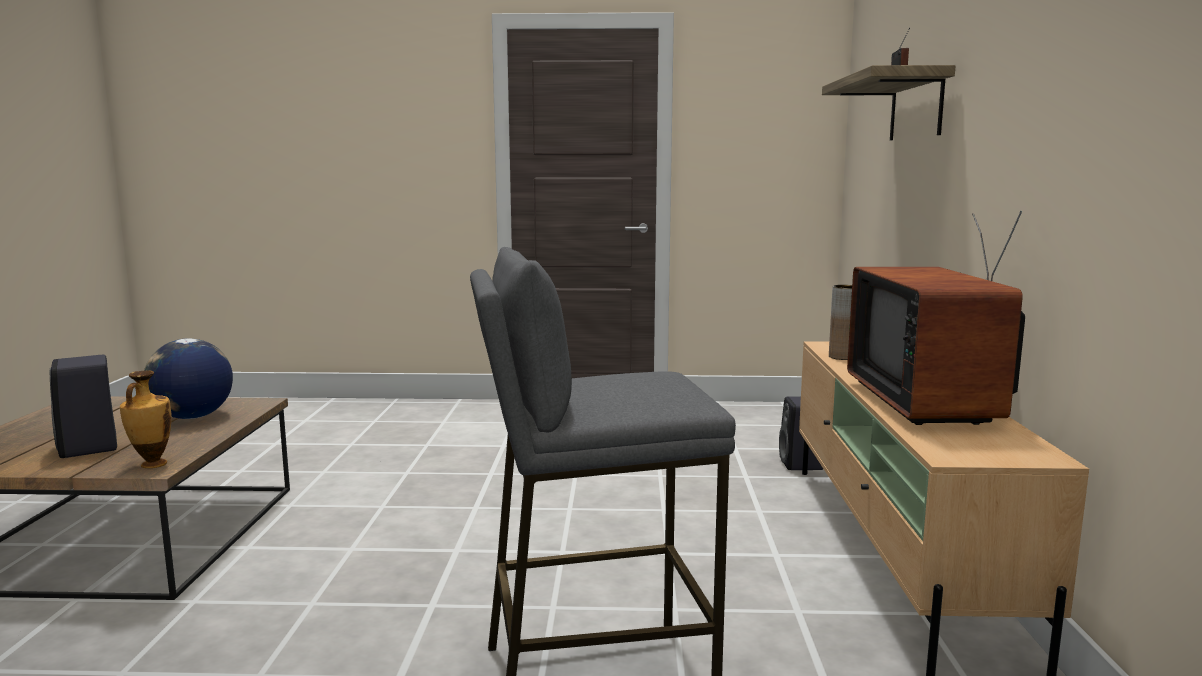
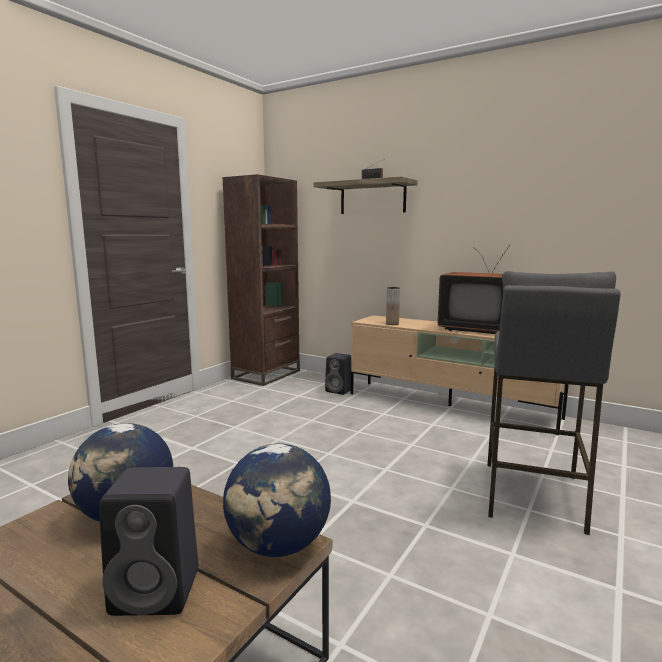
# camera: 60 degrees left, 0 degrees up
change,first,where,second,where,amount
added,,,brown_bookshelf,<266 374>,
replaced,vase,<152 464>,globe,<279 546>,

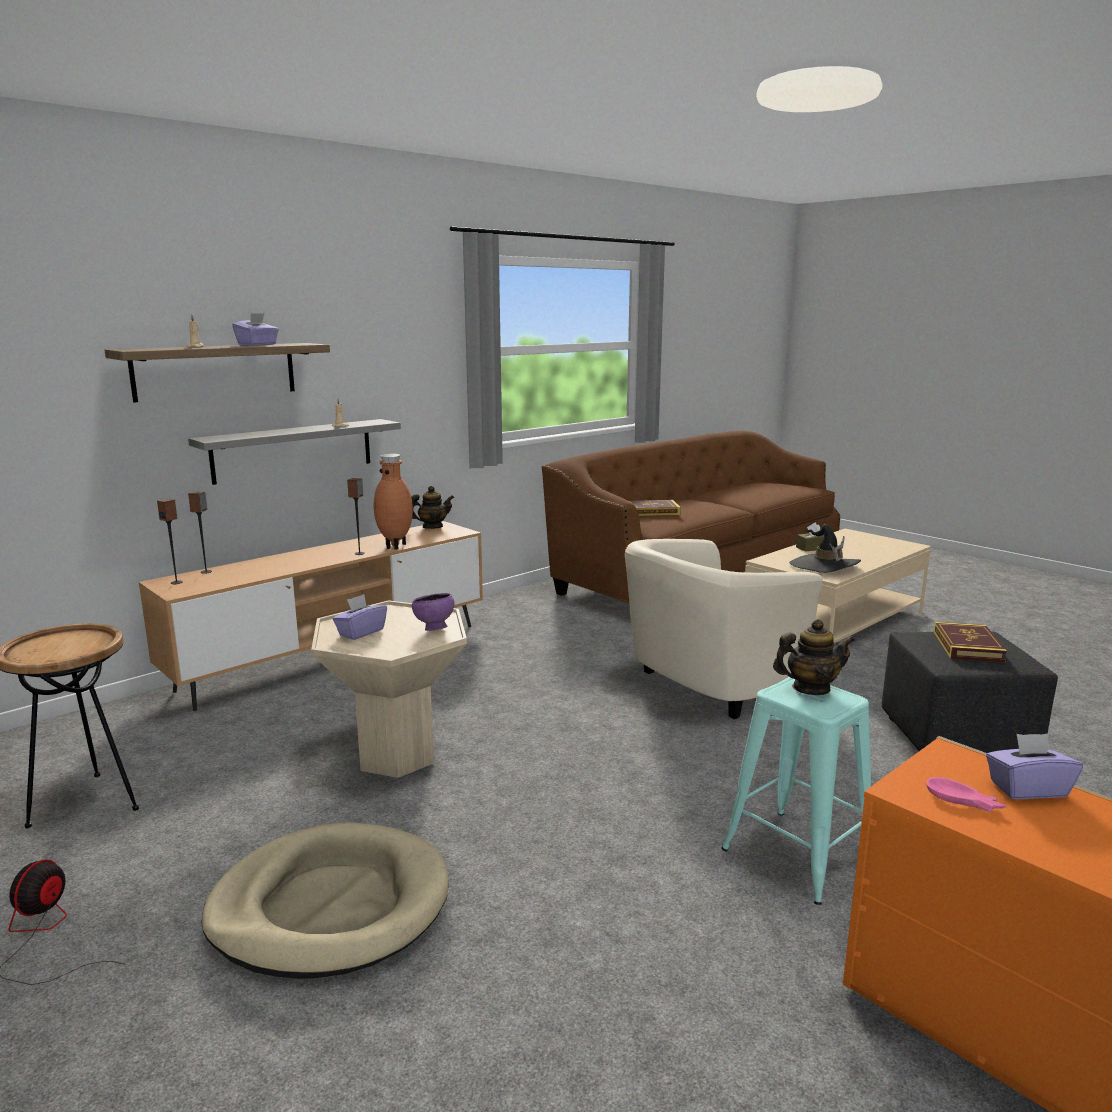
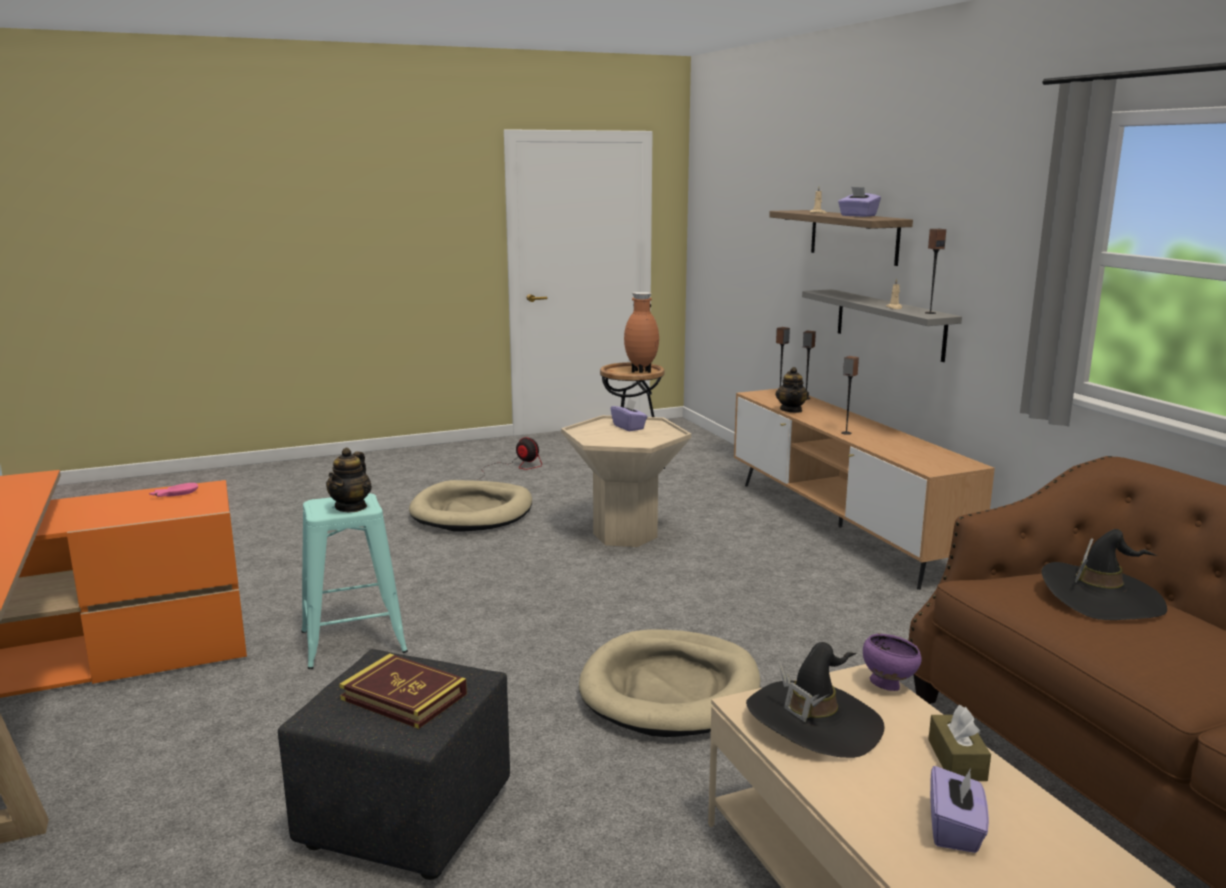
# camera: 110 degrees right, 0 degrees up
change,first,where,second,where,amount
added,,,speaker,<930 313>,
moved,brown_vase,<396 546>,,<641 372>,
moved,teapot,<432 527>,,<791 410>,
moved,purple_serving_bowl,<433 629>,,<887 685>,
moved,purple_box_of_tissues,<1027 789>,,<955 830>,
replaced,beige_easy_chair,<706 687>,beige_pet_bed,<670 689>,
replaced,book,<653 511>,black_hat,<1101 597>,

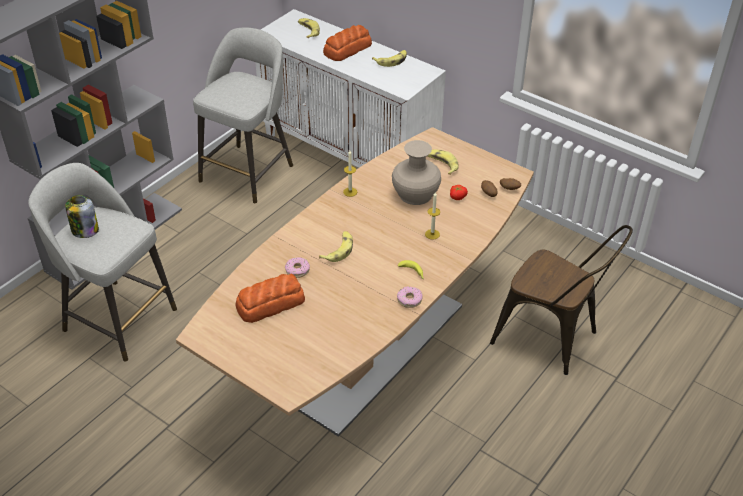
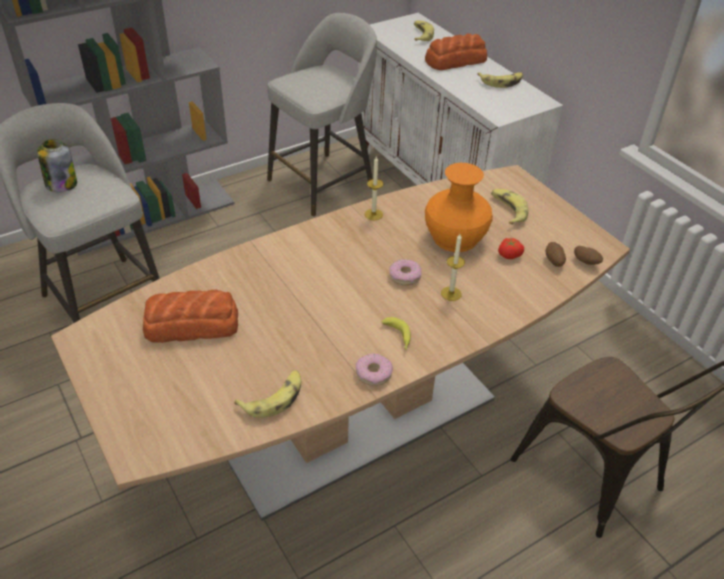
# camera: 20 degrees right, 0 degrees up
change,first,where,second,where,amount
moved,doughnut,<297 270>,,<405 276>,
moved,banana_fruit,<338 250>,,<274 398>,
recoloured,beige_vase,<415 194>,orange_vase,<455 237>,

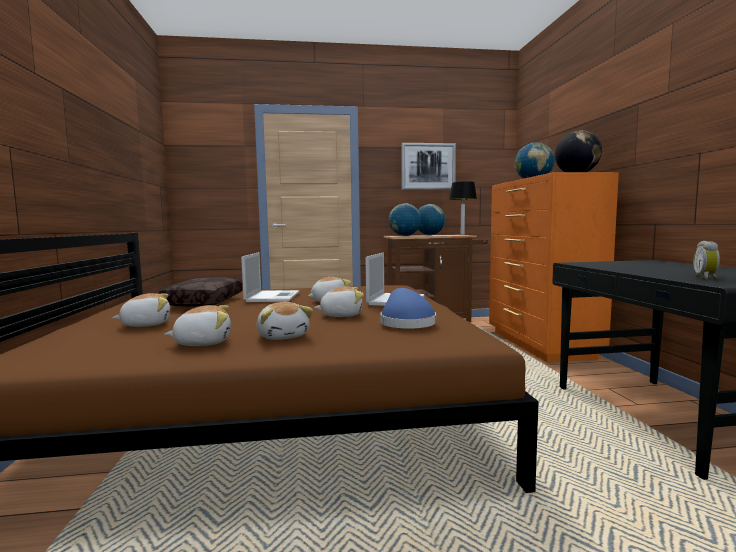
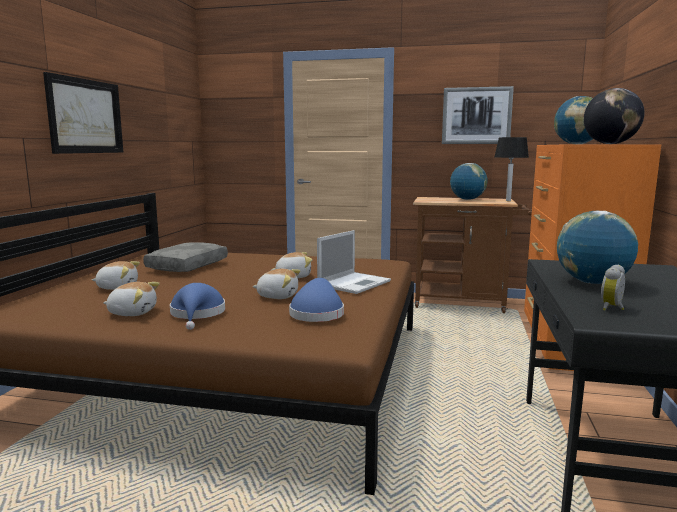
# camera: 20 degrees right, 5 degrees up
change,first,where,second,where,amount
removed,laptop,<273 297>,,,
added,,,wall_picture,<85 116>,
moved,globe,<404 236>,,<592 283>,
replaced,plush_toy,<283 336>,blue-coloured_hat,<197 314>,
recoloured,brown_pillow,<203 301>,grey_pillow,<187 266>,

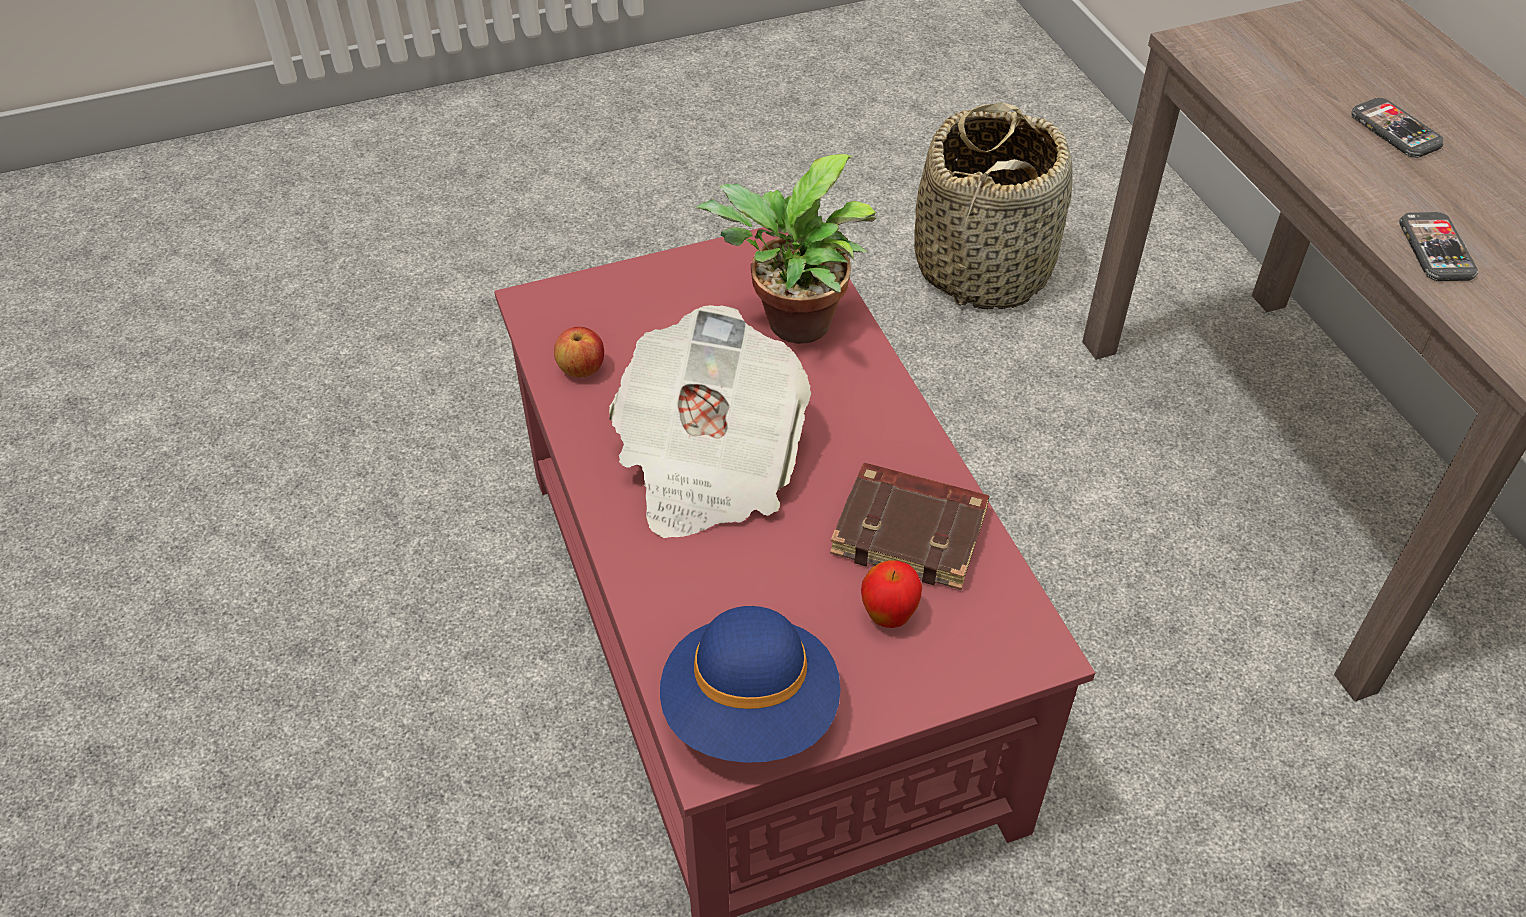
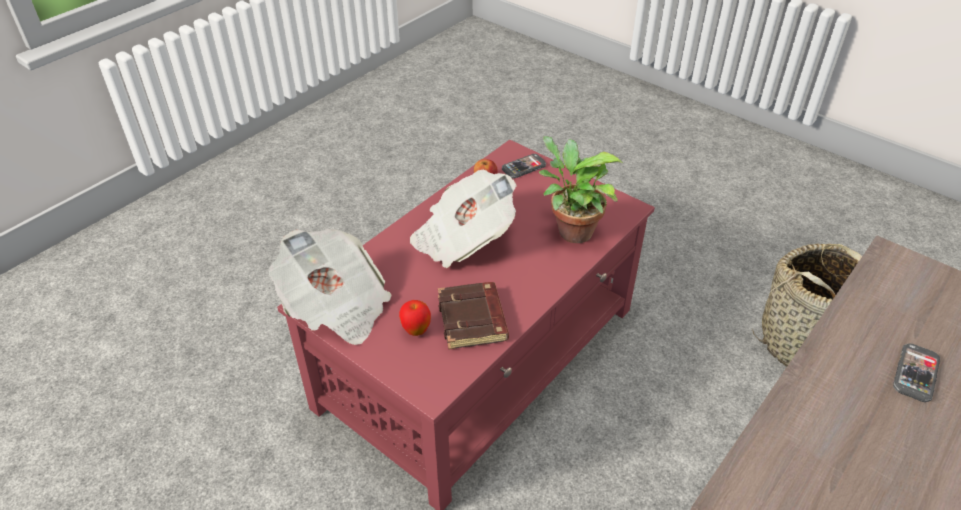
# camera: 60 degrees right, 5 degrees down
change,first,where,second,where,amount
moved,telephone,<1436 249>,,<523 167>,
replaced,blue-coloured_hat,<751 711>,daily_paper,<336 306>,

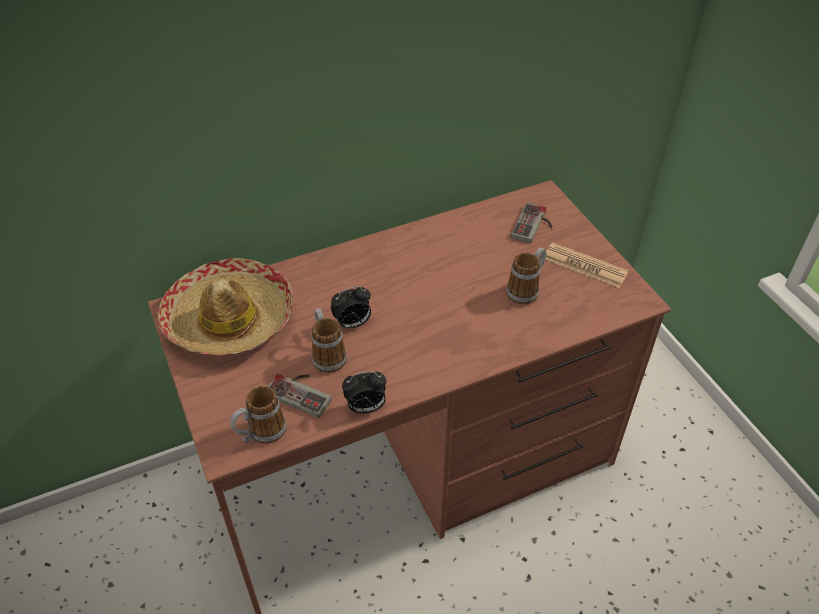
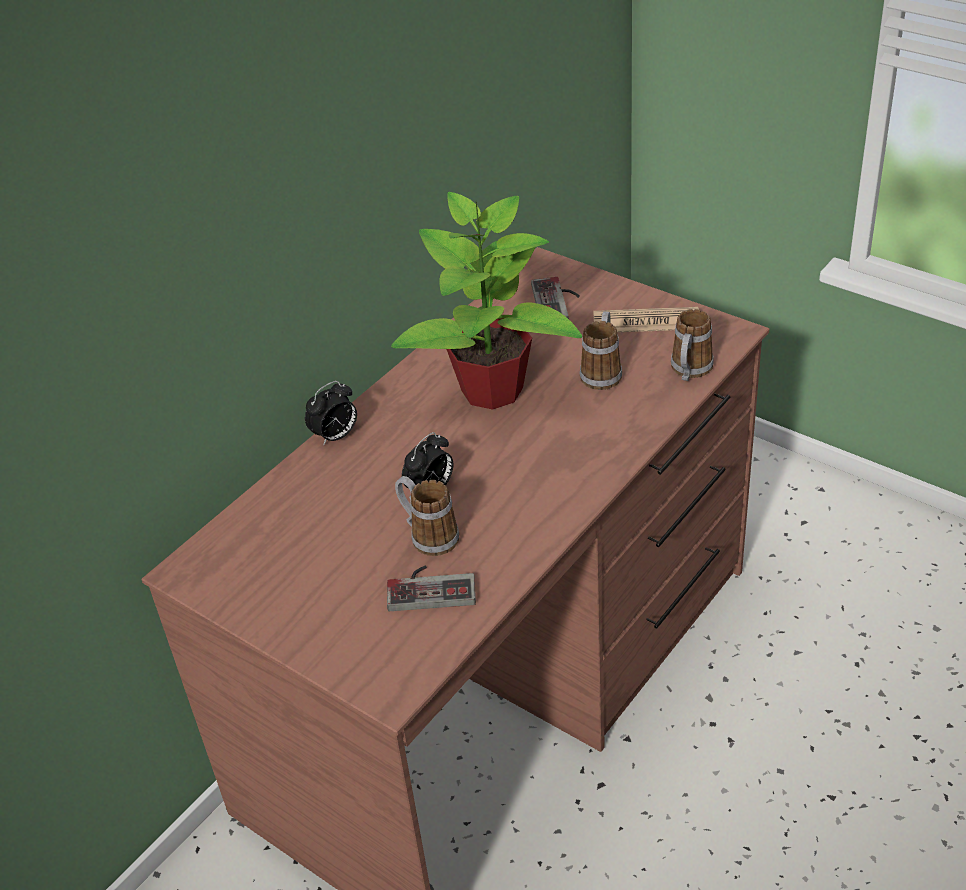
# camera: 25 degrees left, 5 degrees down
change,first,where,second,where,amount
removed,hat,<230 319>,,,
added,,,houseplant,<492 391>,
moved,coffee_mug,<261 433>,,<689 371>,
moved,bedside_clock,<365 408>,,<335 436>,

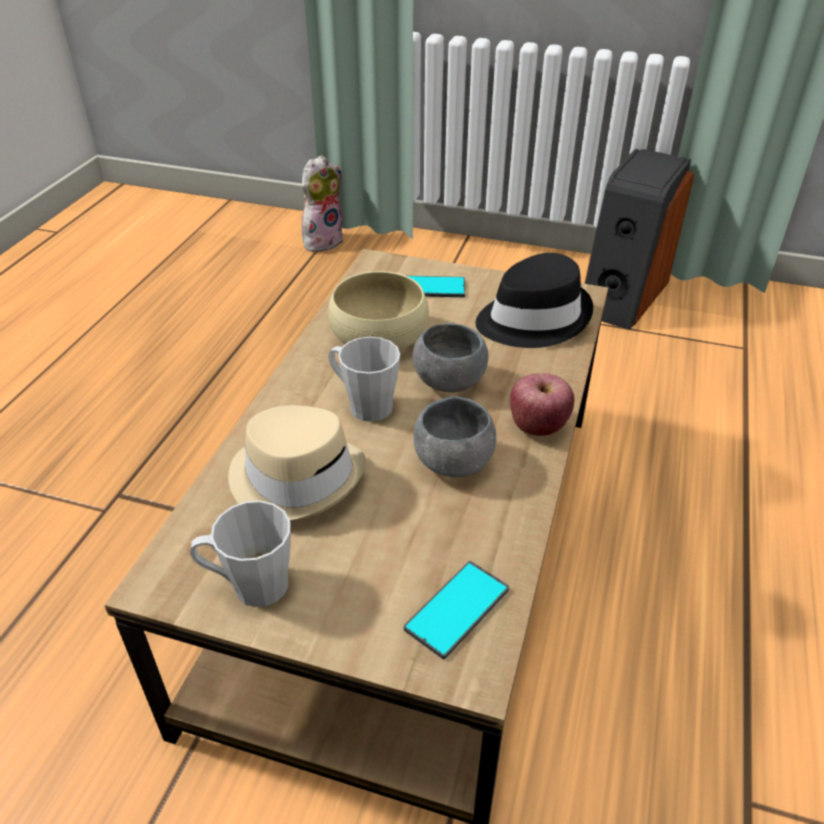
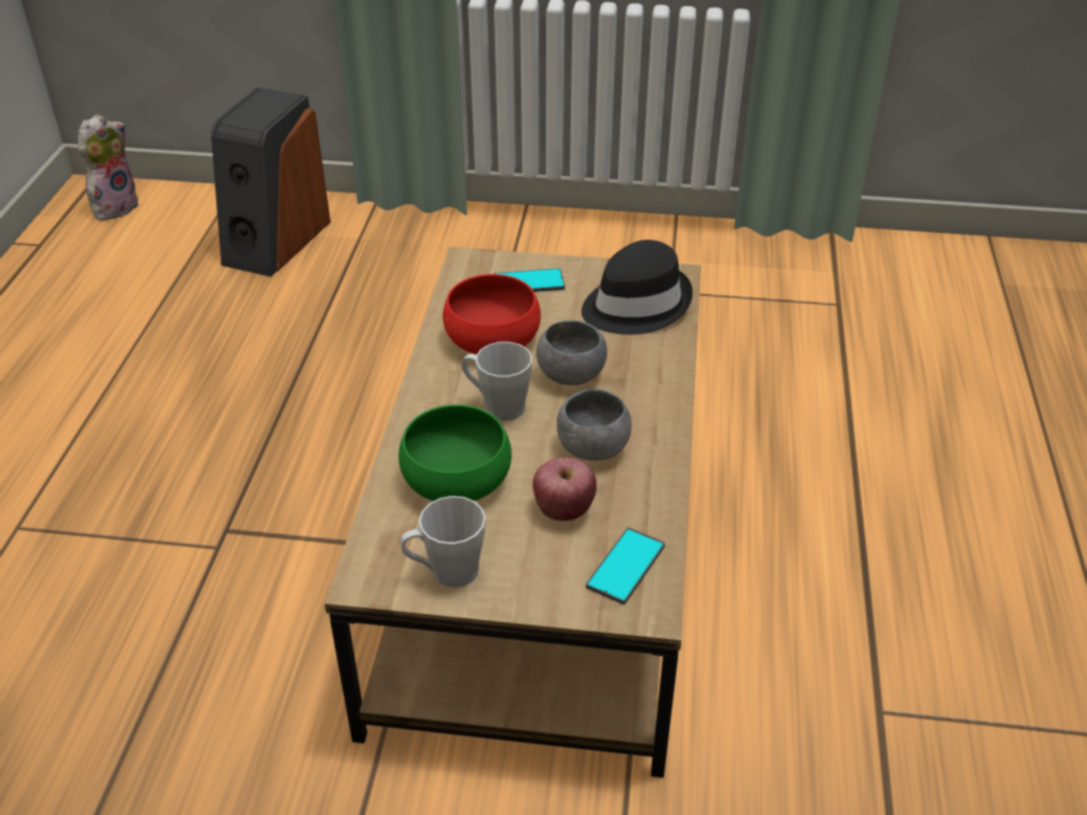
# camera: 10 degrees left, 0 degrees up
change,first,where,second,where,amount
moved,plush_toy,<323 241>,,<115 206>,
moved,apple,<538 426>,,<564 510>,
moved,speaker,<622 296>,,<275 241>,
replaced,beige_hat,<297 477>,greenish_serving_bowl,<456 478>,
recoloured,beige_serving_bowl,<379 336>,reddish_serving_bowl,<492 338>,

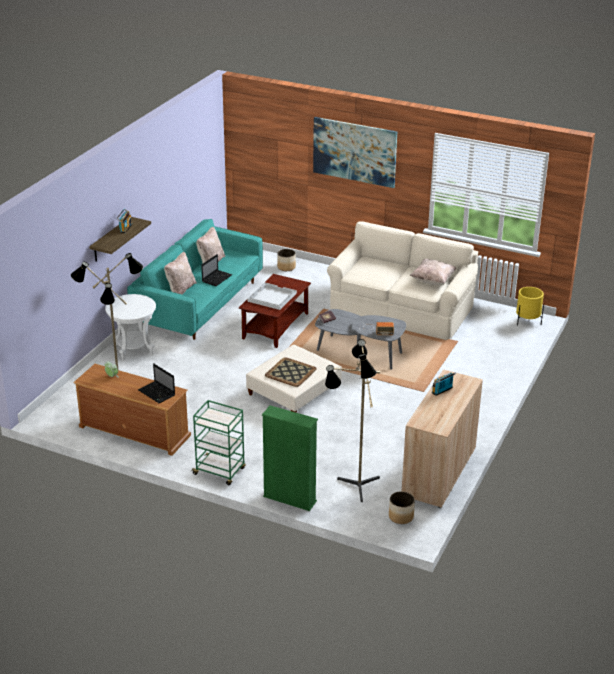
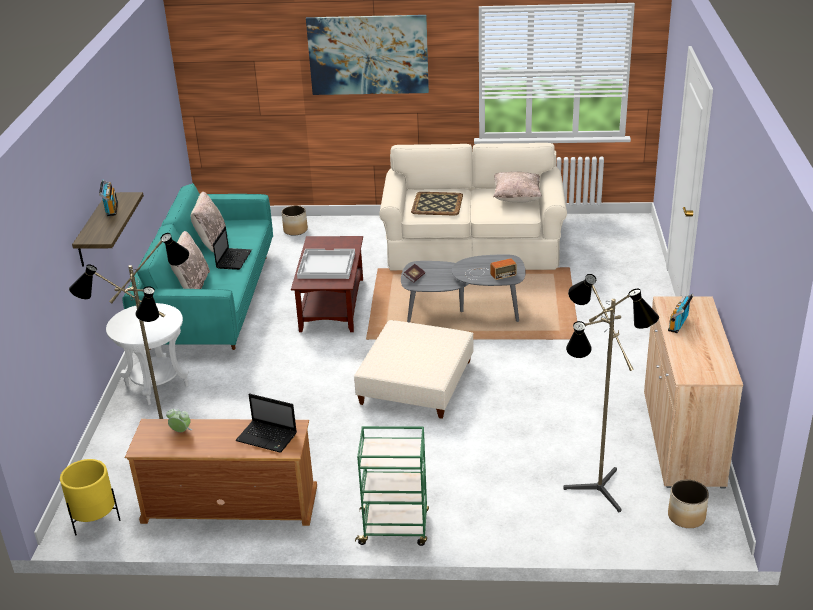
# camera: 20 degrees left, 0 degrees up
change,first,where,second,where,amount
removed,greenish_bookshelf,<289 499>,,,
moved,tray,<290 372>,,<436 204>,
moved,yellowish_plant_pot,<527 321>,,<95 519>,

